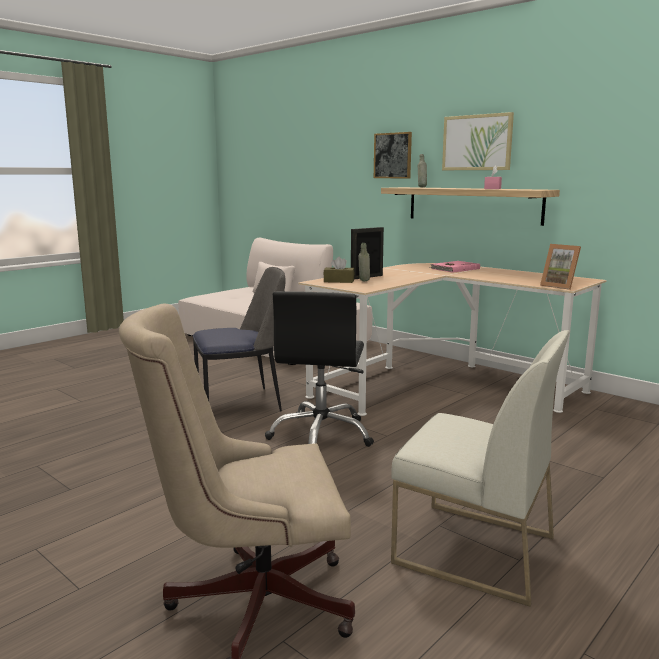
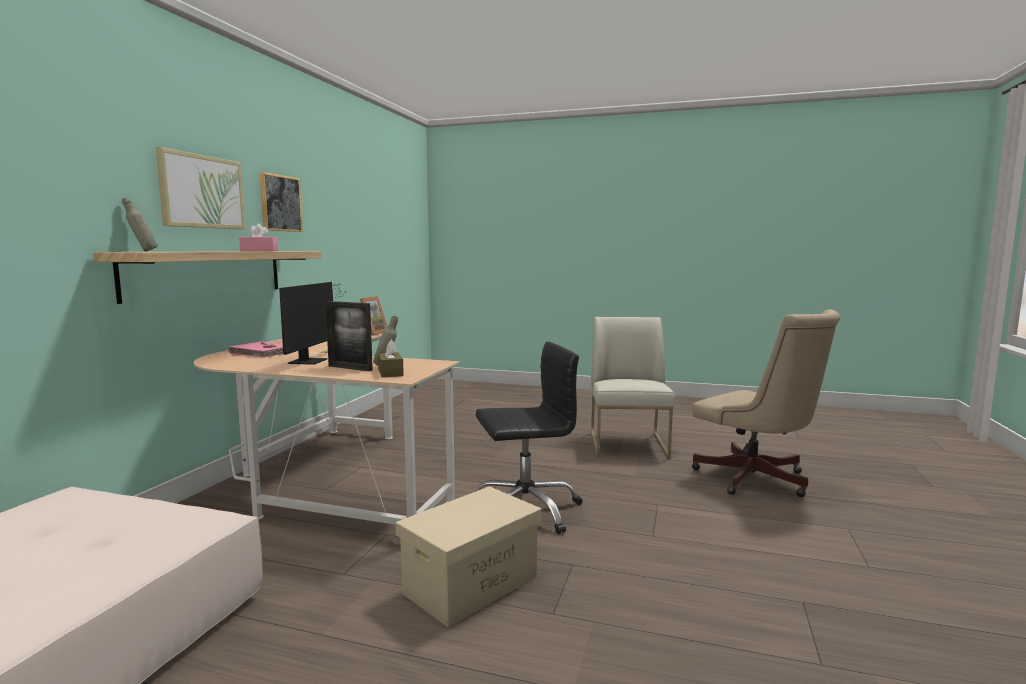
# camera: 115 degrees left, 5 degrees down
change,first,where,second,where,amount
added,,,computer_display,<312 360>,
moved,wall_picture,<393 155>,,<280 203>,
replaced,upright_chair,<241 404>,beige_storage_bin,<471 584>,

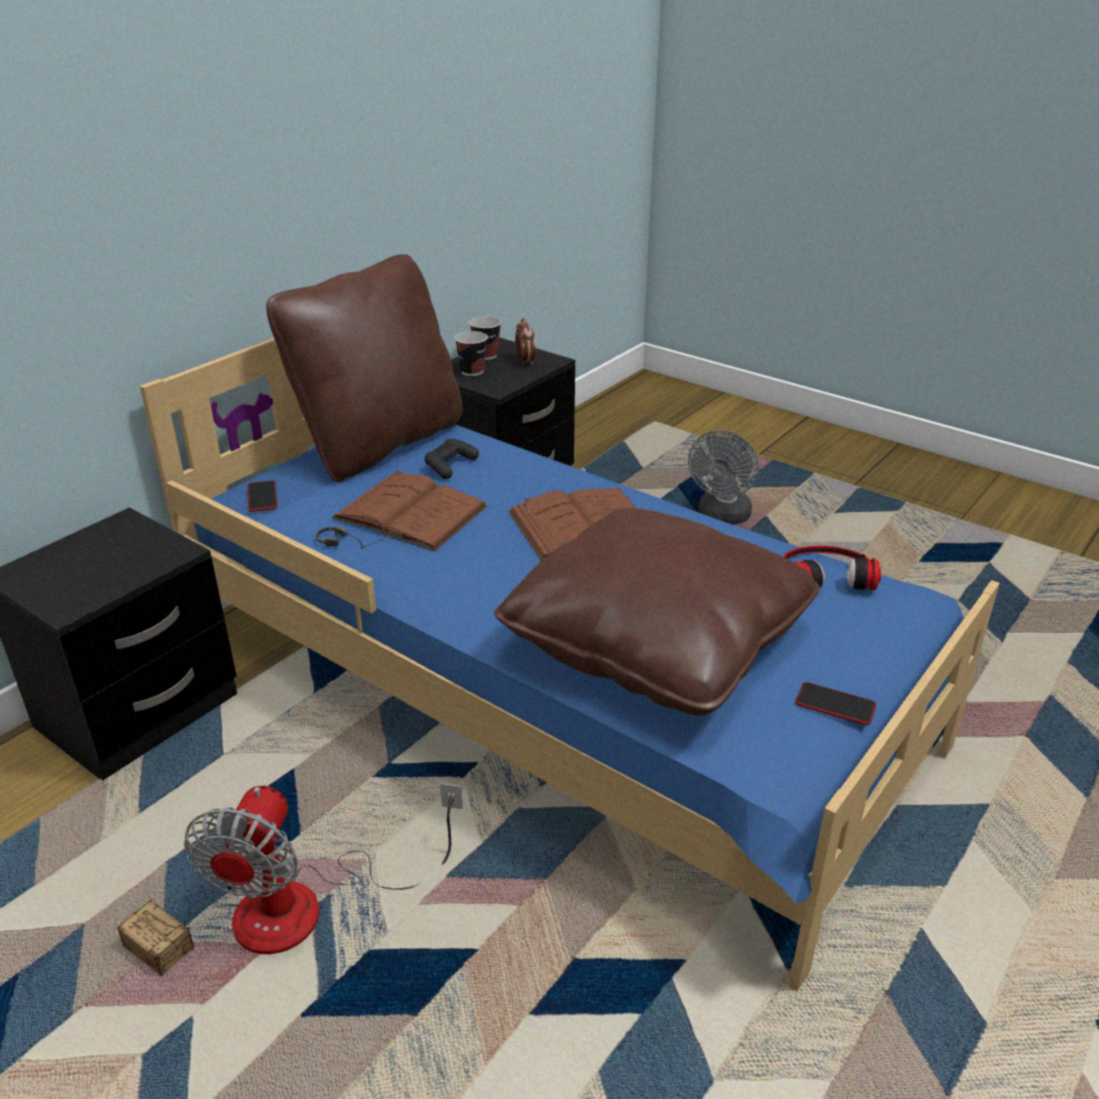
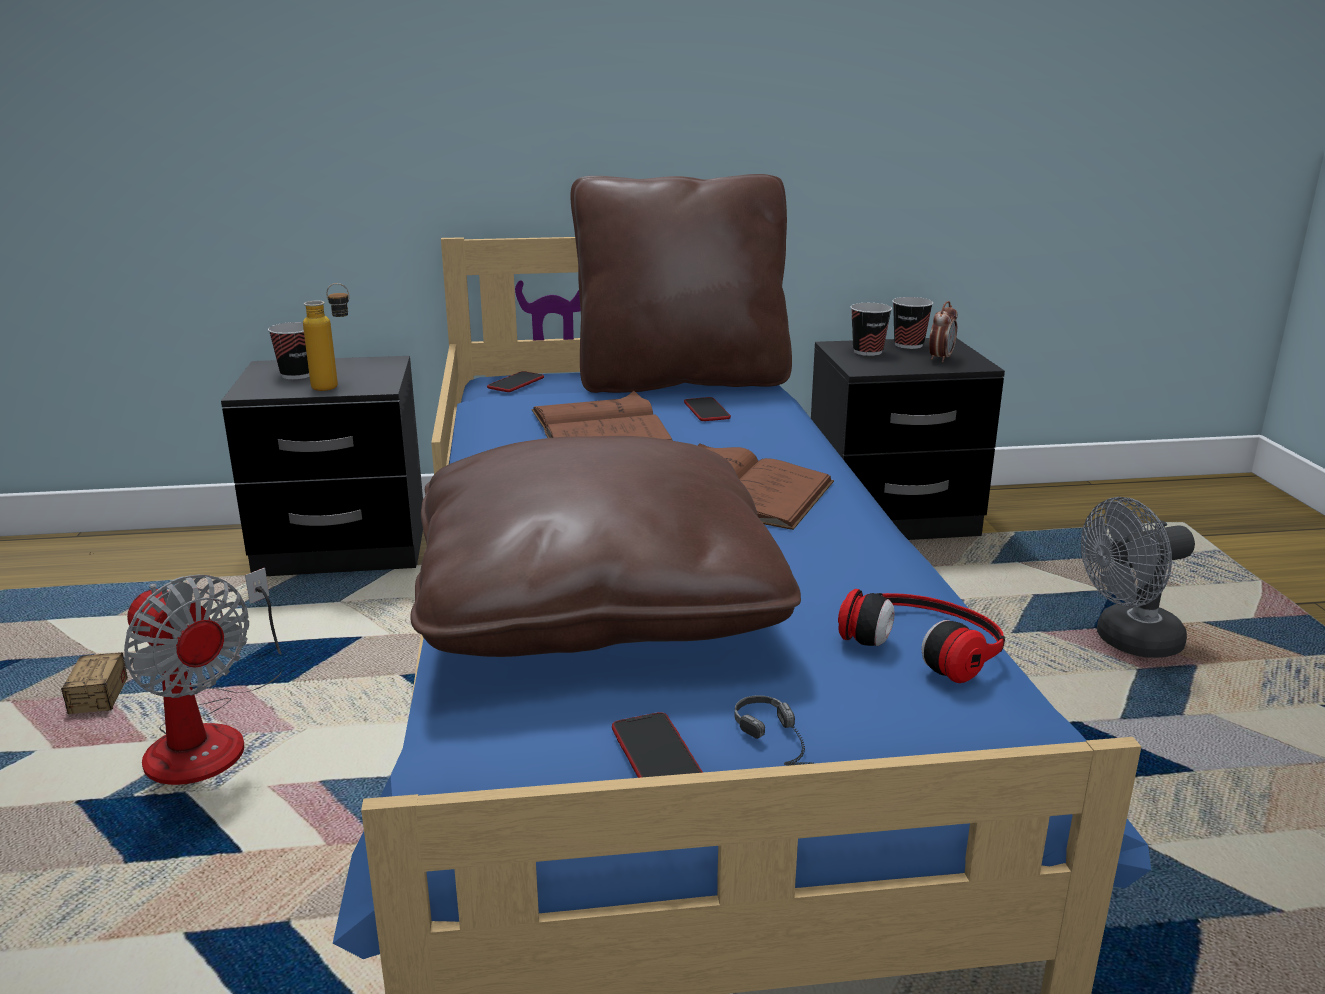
# camera: 45 degrees right, 10 degrees down
change,first,where,second,where,amount
added,,,small_cup,<297 375>,
added,,,beverage_bottle,<335 387>,
moved,headset,<353 544>,,<788 750>,
replaced,black_game_controller,<450 465>,telephone,<706 411>,
turned,electric_fan,<309 907>,,<210 736>,105 degrees counterclockwise

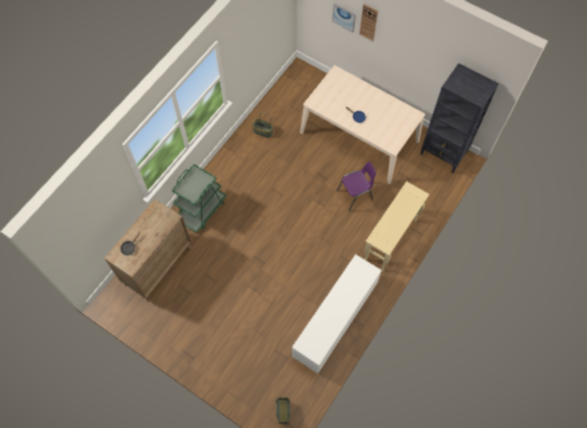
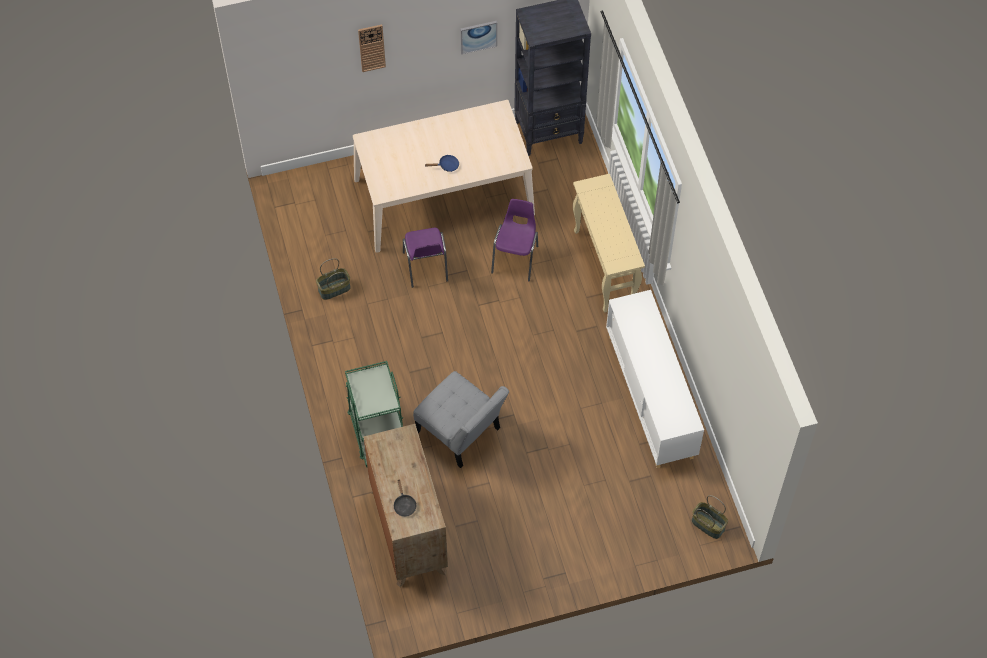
# camera: 50 degrees left, 5 degrees down
change,first,where,second,where,amount
added,,,purple_upright_chair,<426 268>,
added,,,grey_upright_chair,<461 433>,
moved,wall_picture,<344 17>,,<478 36>,

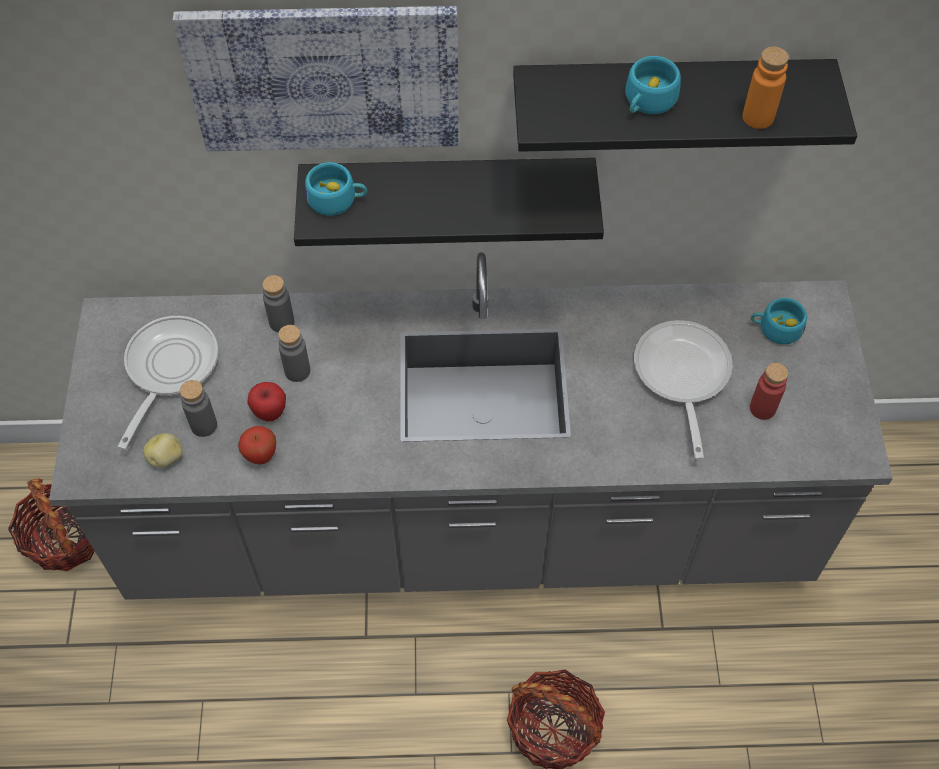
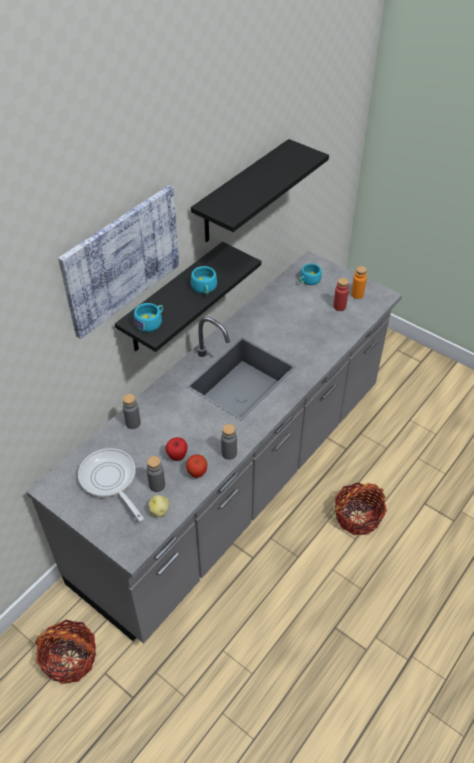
# camera: 50 degrees left, 10 degrees down
change,first,where,second,where,amount
removed,frying_pan,<681 376>,,,
moved,grey_beverage_bottle,<297 371>,,<229 453>,
moved,turquoise_small_cup,<647 102>,,<204 288>,
moved,orange_beverage_bottle,<758 117>,,<357 294>,

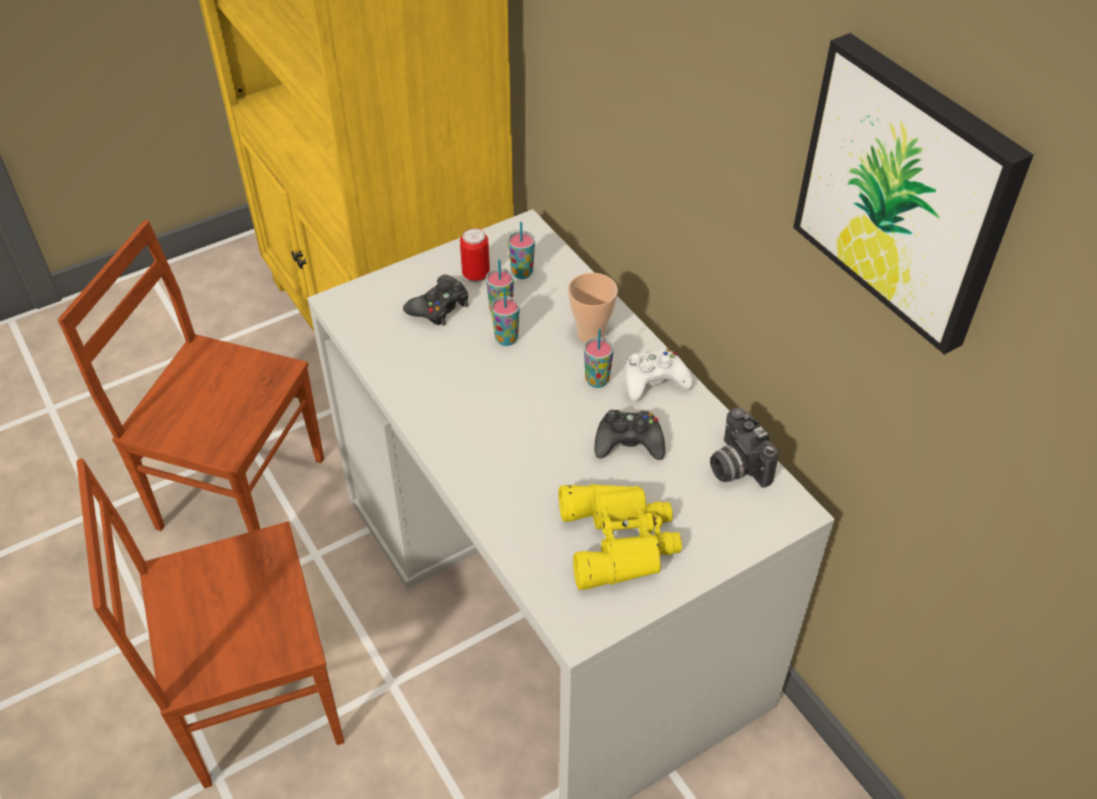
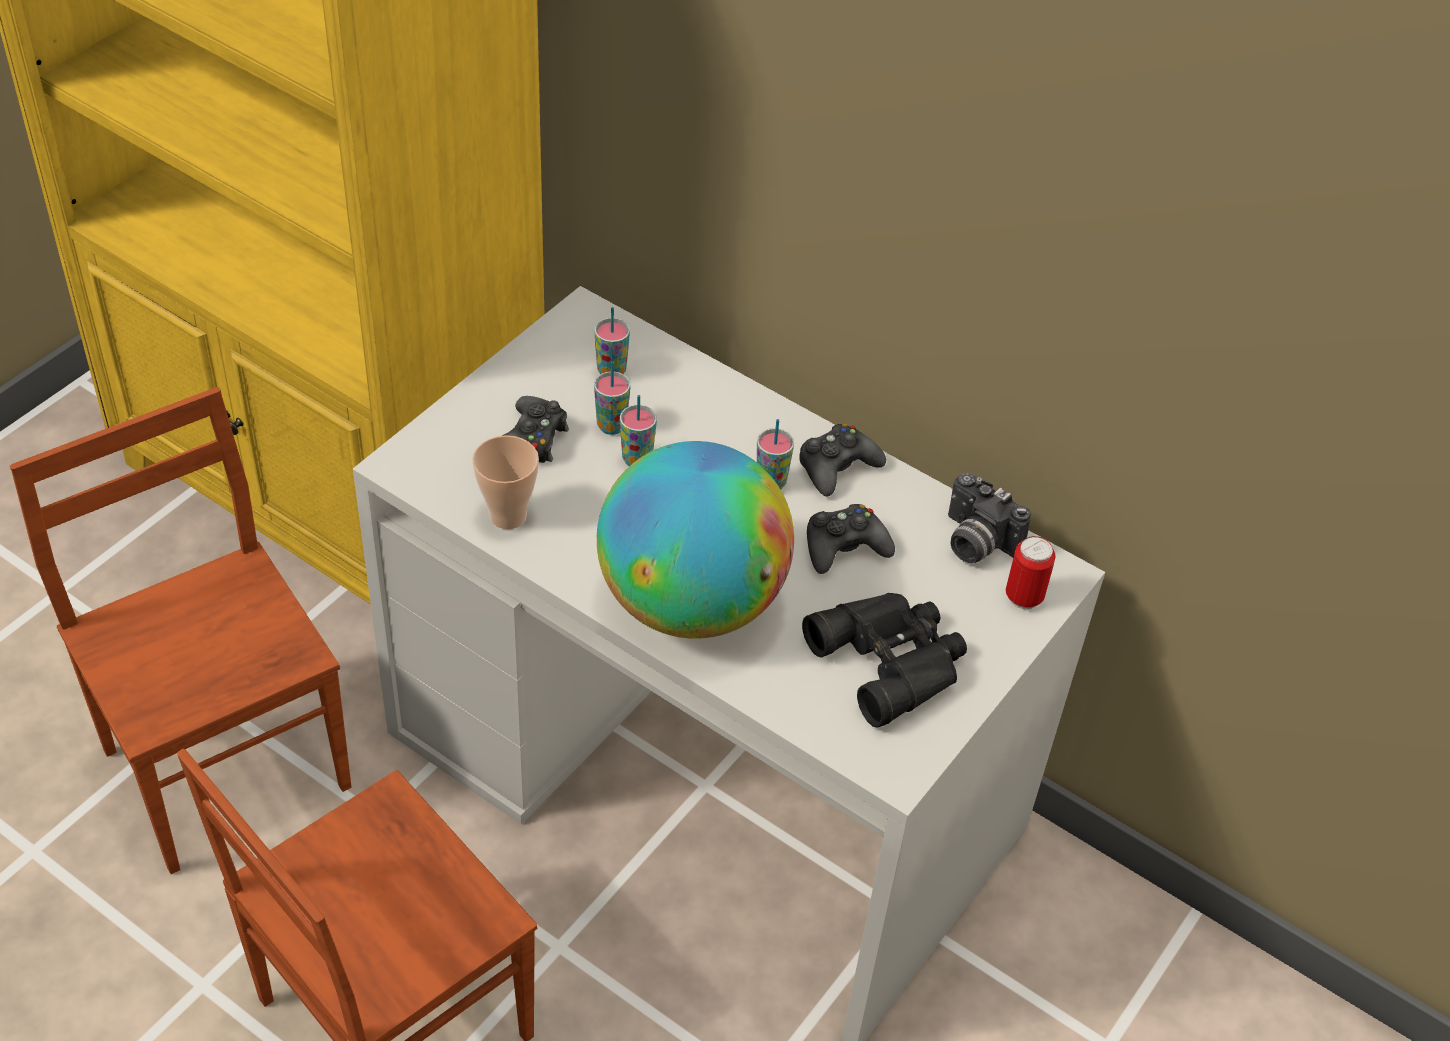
# camera: 25 degrees left, 0 degrees up
change,first,where,second,where,amount
removed,wall_picture,<907 191>,,,
added,,,globe,<692 602>,
moved,metal_can,<476 275>,,<1023 597>,
moved,small_cup,<591 334>,,<508 516>,
recoloured,yellowish_pair_of_binoculars,<621 540>,black_pair_of_binoculars,<892 660>,
recoloured,whitish_game_controller,<654 381>,black_game_controller,<837 467>,
turned,brown_upright_chair,<240 490>,,<228 764>,60 degrees clockwise

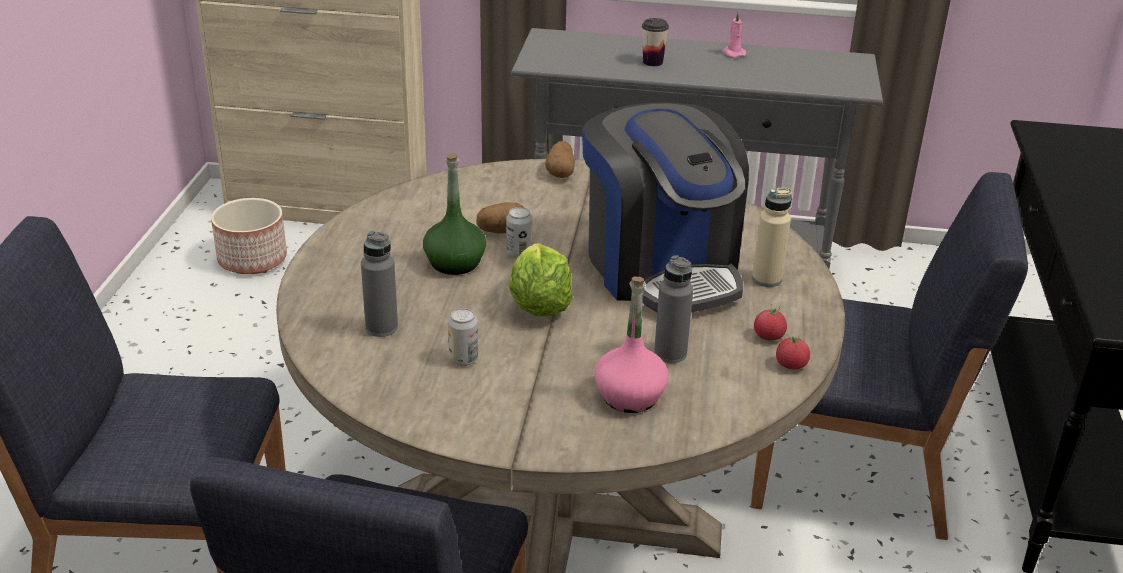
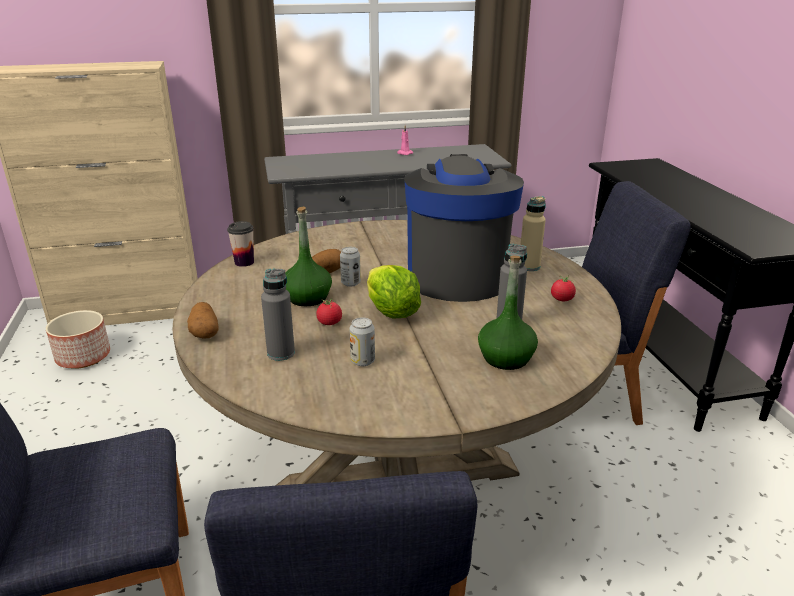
# camera: 20 degrees left, 5 degrees down
change,first,where,second,where,amount
moved,potato,<560 172>,,<205 332>,
moved,small_cup,<652 62>,,<244 262>,
moved,fresh_tomato,<791 365>,,<329 323>,
recoloured,pink_beverage_bottle,<629 396>,greenish_beverage_bottle,<505 358>,
turned,coffee_maker,<661 268>,,<456 273>,135 degrees counterclockwise

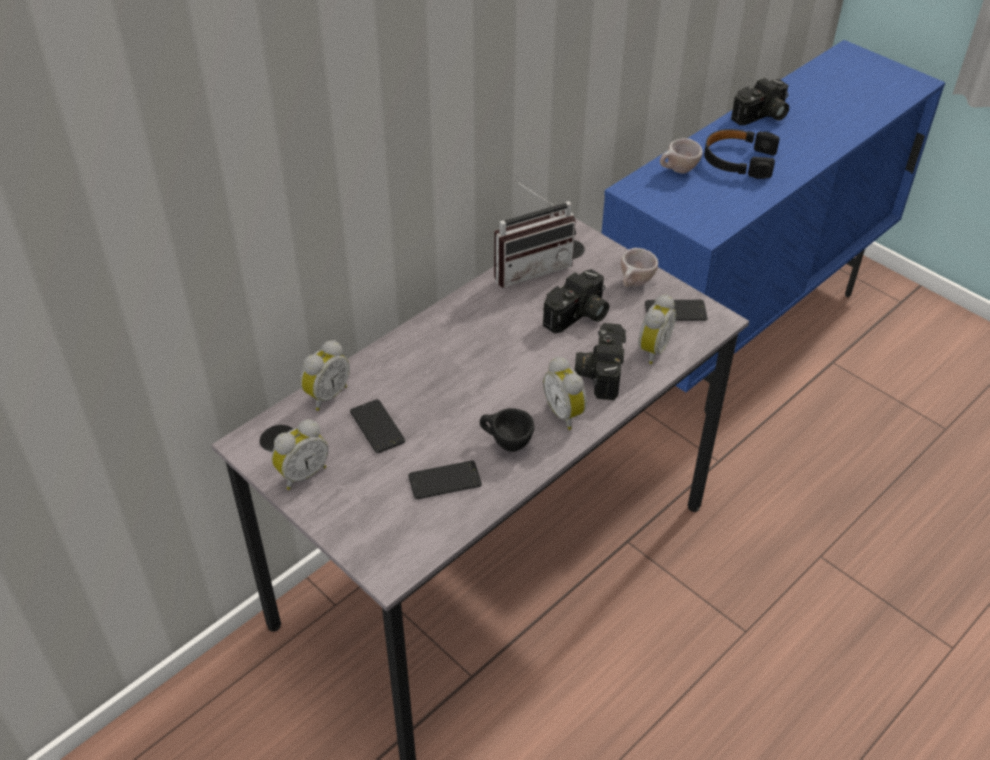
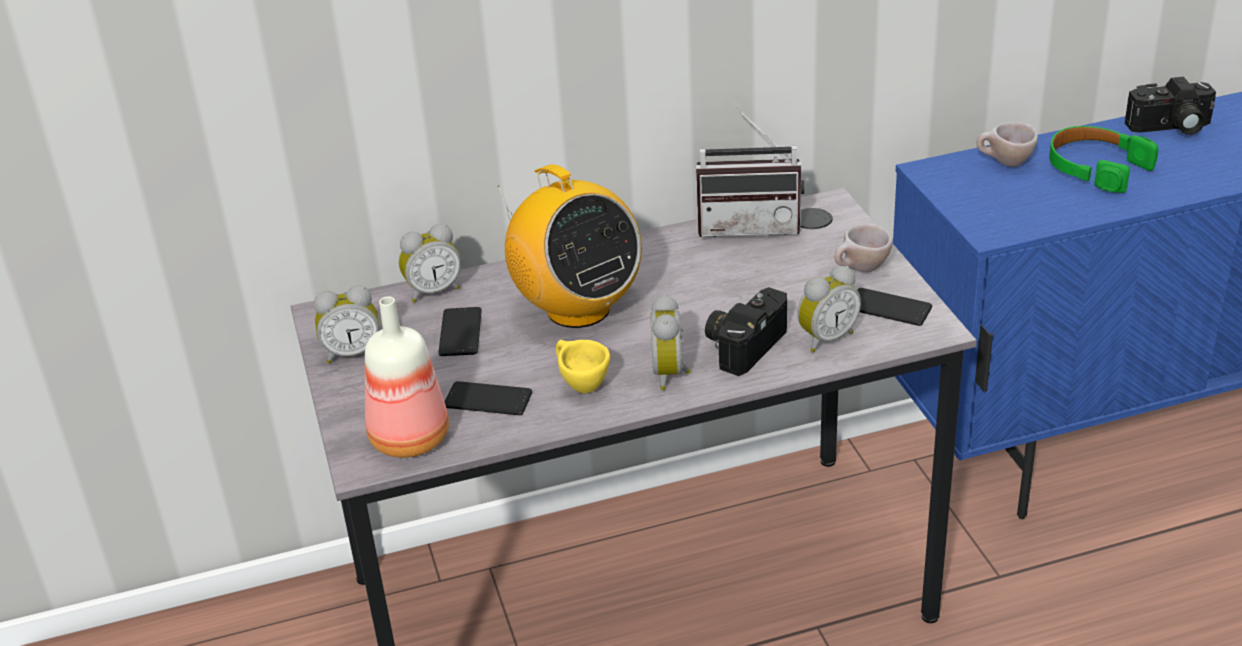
# camera: 30 degrees right, 10 degrees down
change,first,where,second,where,amount
removed,still_camera,<578 316>,,,
added,,,beverage_bottle,<410 441>,
added,,,radio_receiver,<577 309>,
recoloured,black_small_cup,<505 444>,yellowish_small_cup,<580 385>,
recoloured,black_headset,<738 160>,greenish_headset,<1096 168>,

